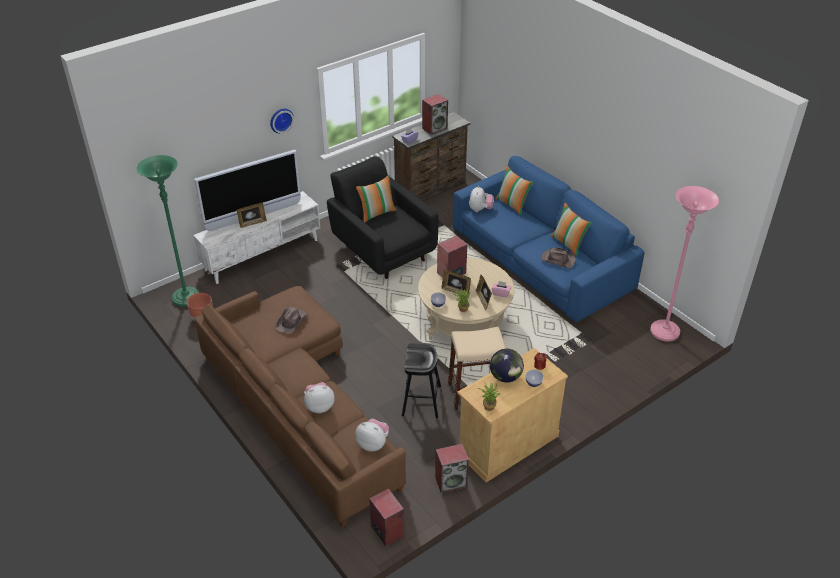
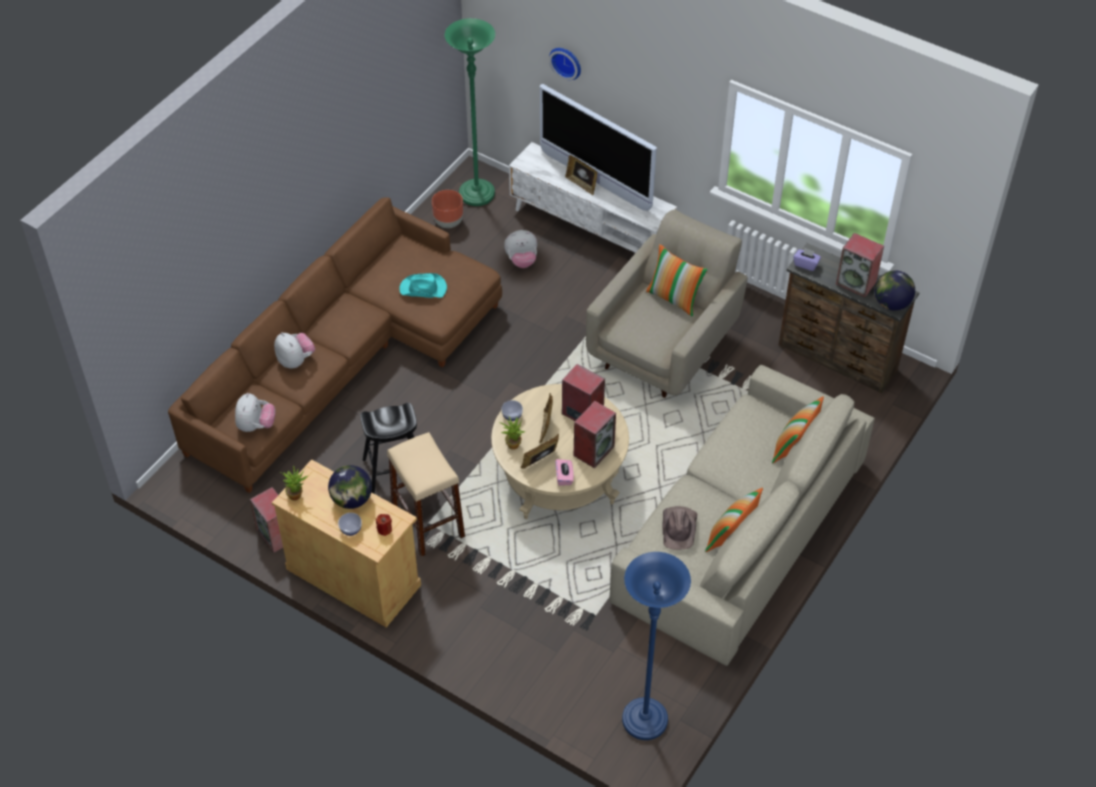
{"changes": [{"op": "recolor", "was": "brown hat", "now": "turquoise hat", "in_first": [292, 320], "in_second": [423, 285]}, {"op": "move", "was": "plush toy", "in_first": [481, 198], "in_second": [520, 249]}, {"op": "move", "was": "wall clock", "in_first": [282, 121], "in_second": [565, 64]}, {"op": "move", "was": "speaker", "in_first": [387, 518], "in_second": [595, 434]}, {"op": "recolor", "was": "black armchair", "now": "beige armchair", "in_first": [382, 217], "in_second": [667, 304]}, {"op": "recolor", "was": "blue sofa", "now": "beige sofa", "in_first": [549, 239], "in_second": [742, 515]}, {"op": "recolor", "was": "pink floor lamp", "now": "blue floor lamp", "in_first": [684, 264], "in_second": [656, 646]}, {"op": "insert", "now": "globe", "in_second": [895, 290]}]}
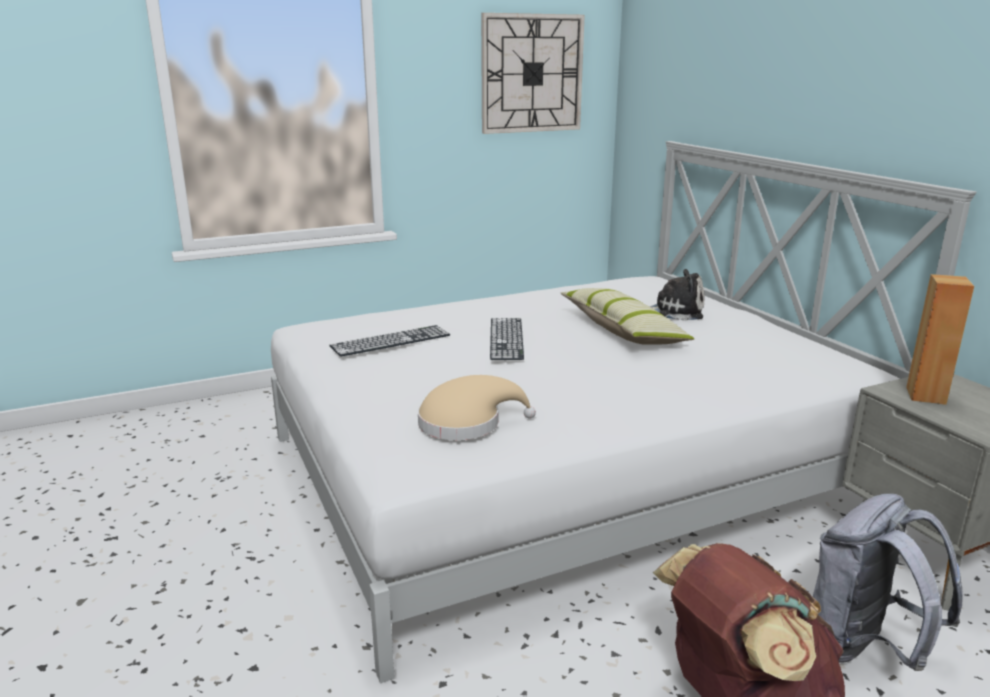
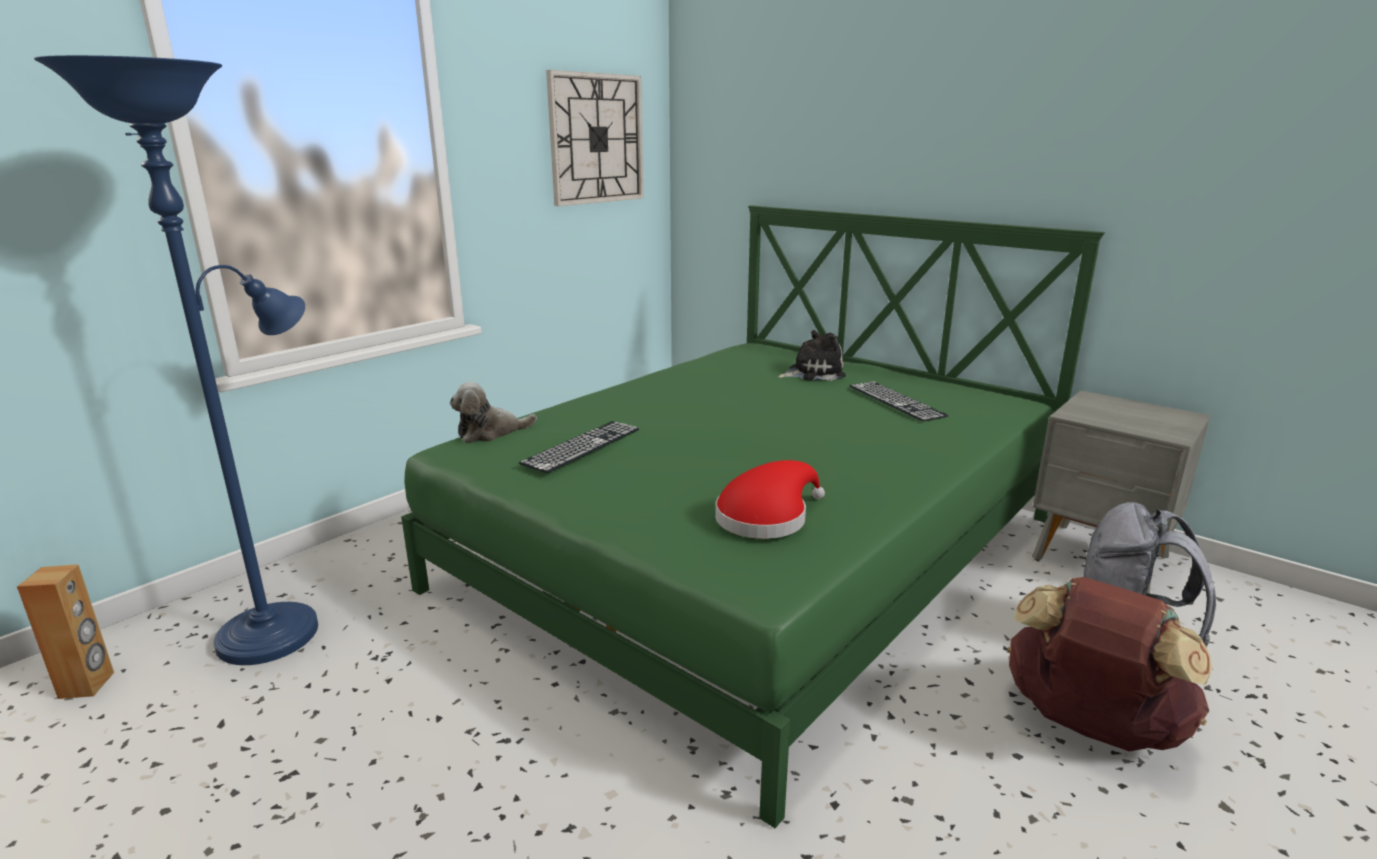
{"changes": [{"op": "move", "was": "brown speaker", "in_first": [940, 339], "in_second": [65, 631]}, {"op": "insert", "now": "blue floor lamp", "in_second": [176, 360]}, {"op": "recolor", "was": "white bed", "now": "green bed", "in_first": [624, 412], "in_second": [753, 516]}, {"op": "insert", "now": "plush toy", "in_second": [493, 412]}, {"op": "recolor", "was": "beige hat", "now": "red hat", "in_first": [477, 407], "in_second": [770, 499]}, {"op": "move", "was": "keyboard", "in_first": [507, 339], "in_second": [899, 401]}, {"op": "delete", "was": "pillow", "in_first": [627, 316]}]}
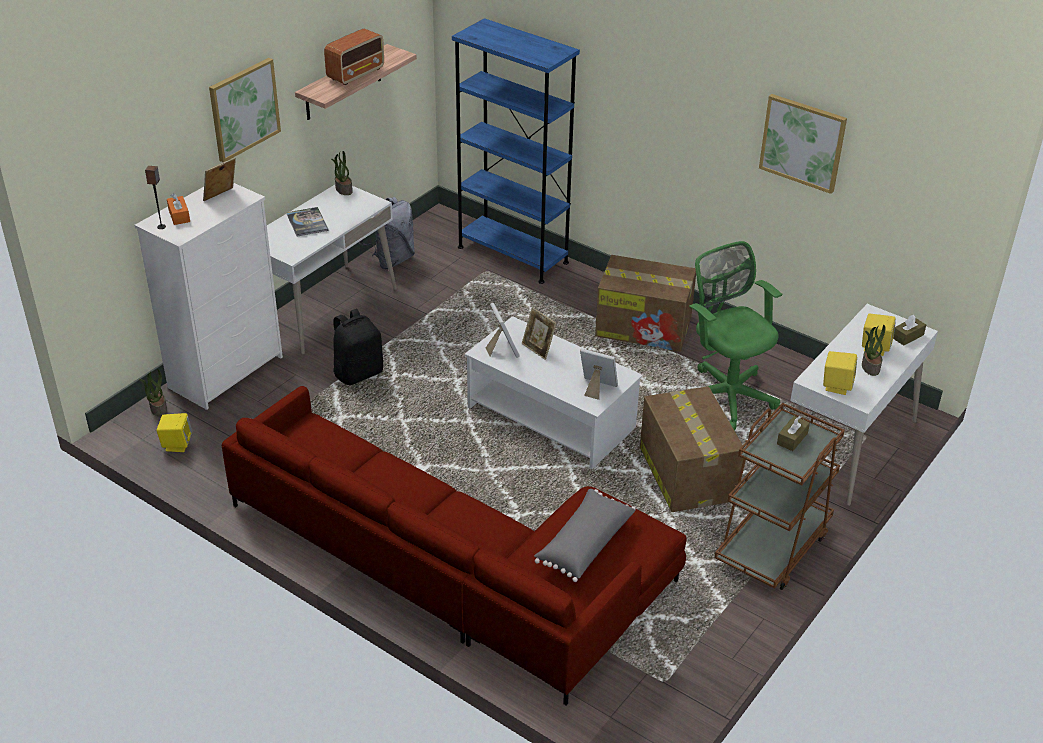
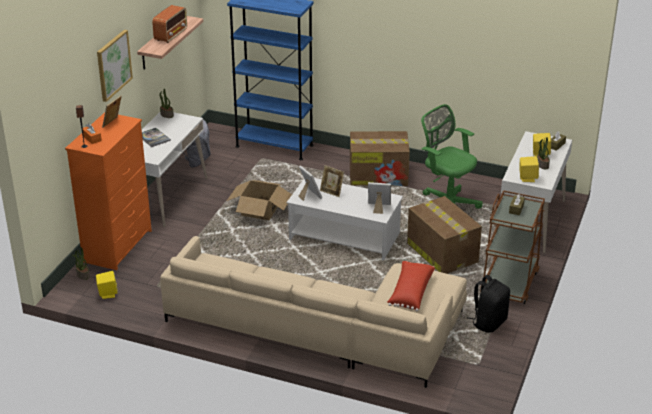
{"changes": [{"op": "recolor", "was": "white dresser", "now": "orange dresser", "in_first": [208, 296], "in_second": [108, 191]}, {"op": "recolor", "was": "red sofa", "now": "beige sofa", "in_first": [454, 546], "in_second": [313, 312]}, {"op": "insert", "now": "cardboard box", "in_second": [259, 200]}, {"op": "recolor", "was": "grey pillow", "now": "red pillow", "in_first": [585, 535], "in_second": [411, 286]}, {"op": "move", "was": "black backpack", "in_first": [358, 347], "in_second": [488, 304]}, {"op": "delete", "was": "picture", "in_first": [803, 144]}]}
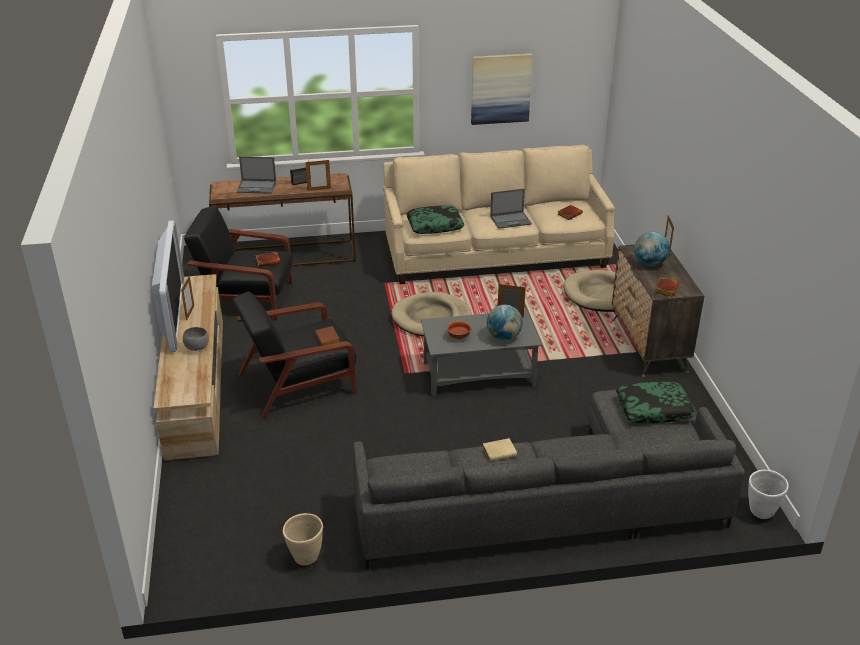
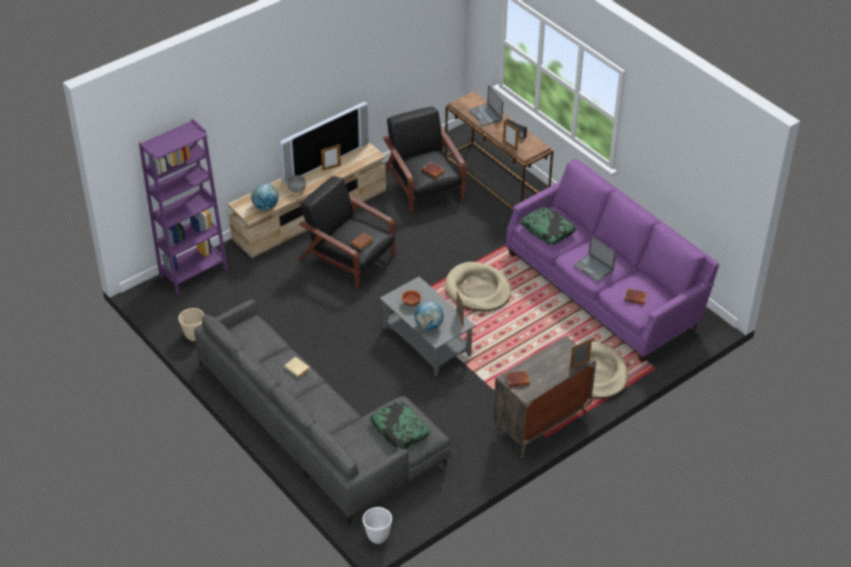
{"changes": [{"op": "insert", "now": "purple bookcase", "in_second": [183, 207]}, {"op": "move", "was": "globe", "in_first": [652, 248], "in_second": [264, 196]}, {"op": "recolor", "was": "beige sofa", "now": "purple sofa", "in_first": [499, 214], "in_second": [612, 260]}, {"op": "delete", "was": "picture", "in_first": [502, 89]}]}
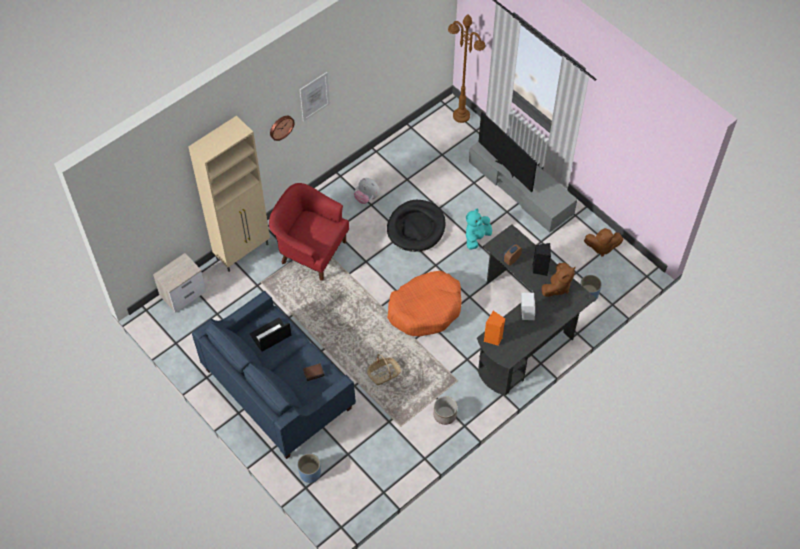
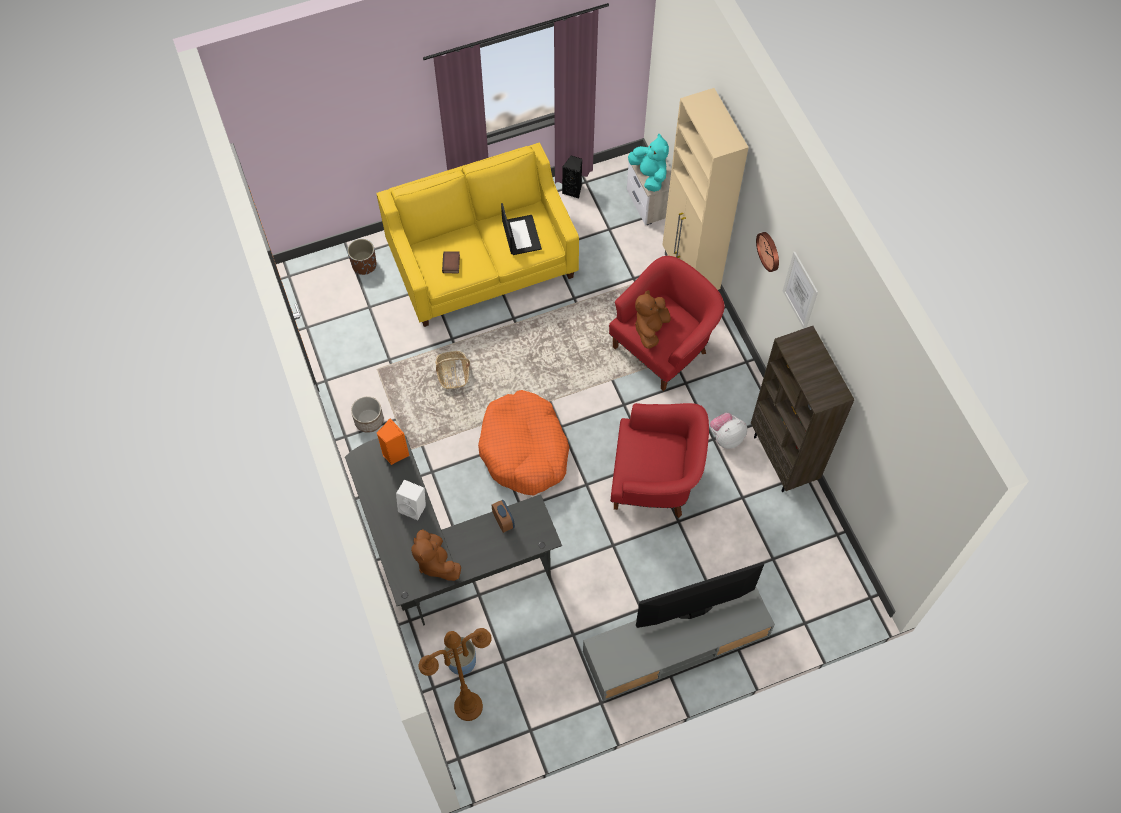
{"changes": [{"op": "recolor", "was": "blue planter", "now": "brown planter", "in_first": [309, 468], "in_second": [362, 257]}, {"op": "recolor", "was": "blue sofa", "now": "yellow sofa", "in_first": [274, 375], "in_second": [477, 235]}, {"op": "move", "was": "brown floor lamp", "in_first": [466, 68], "in_second": [455, 674]}, {"op": "move", "was": "black speaker", "in_first": [541, 259], "in_second": [572, 176]}, {"op": "replace", "was": "black dog bed", "now": "red armchair", "in_first": [416, 226], "in_second": [659, 460]}, {"op": "move", "was": "turquoise plush toy", "in_first": [479, 229], "in_second": [648, 163]}, {"op": "move", "was": "brown plush toy", "in_first": [603, 242], "in_second": [653, 319]}, {"op": "insert", "now": "brown bookcase", "in_second": [803, 409]}]}
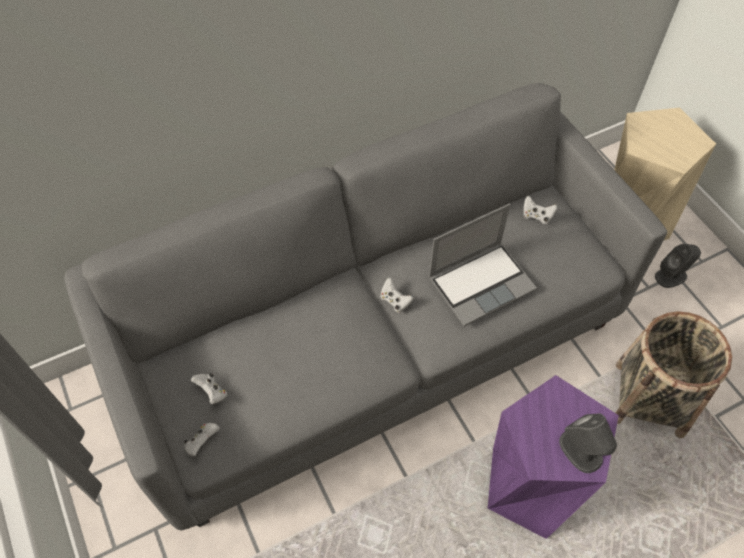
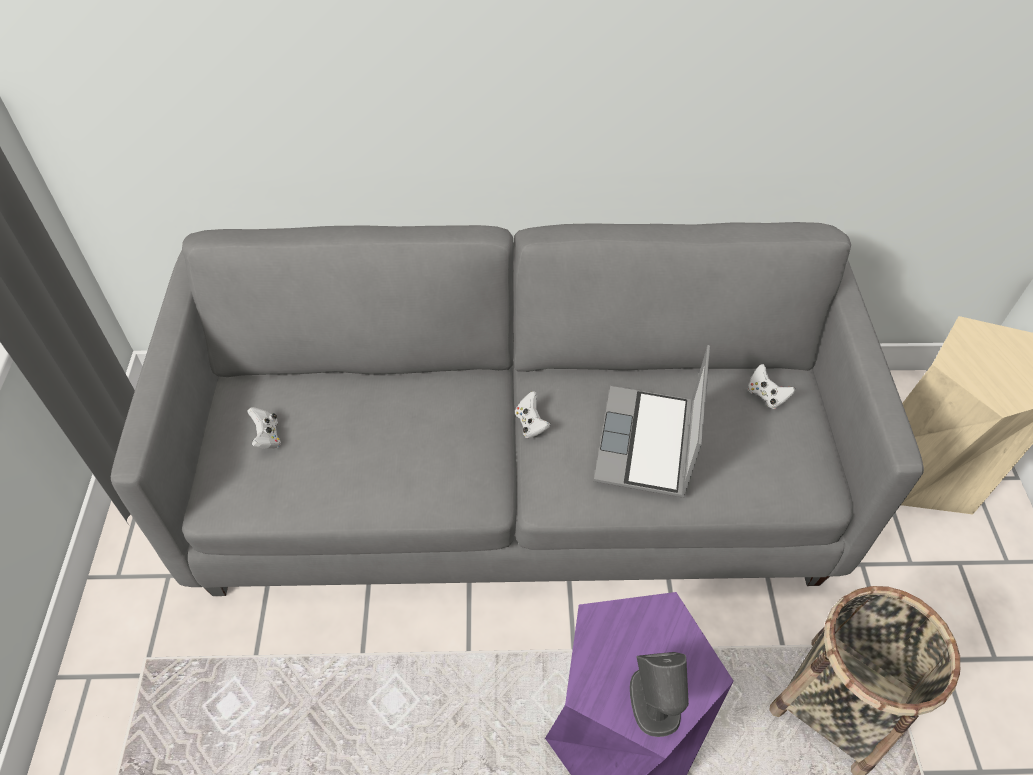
{"changes": [{"op": "rotate", "was": "laptop", "in_first": [482, 265], "in_second": [652, 421], "clockwise": 105}, {"op": "delete", "was": "white game controller", "in_first": [201, 440]}, {"op": "delete", "was": "grey speaker", "in_first": [678, 266]}]}
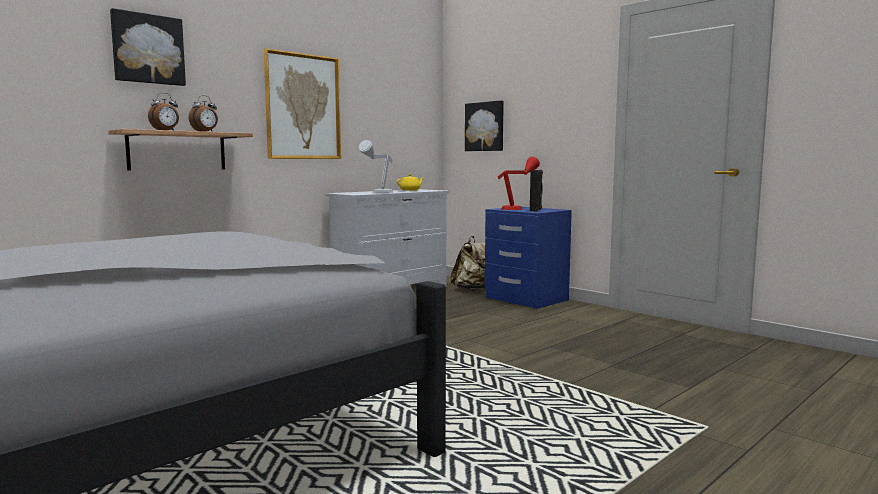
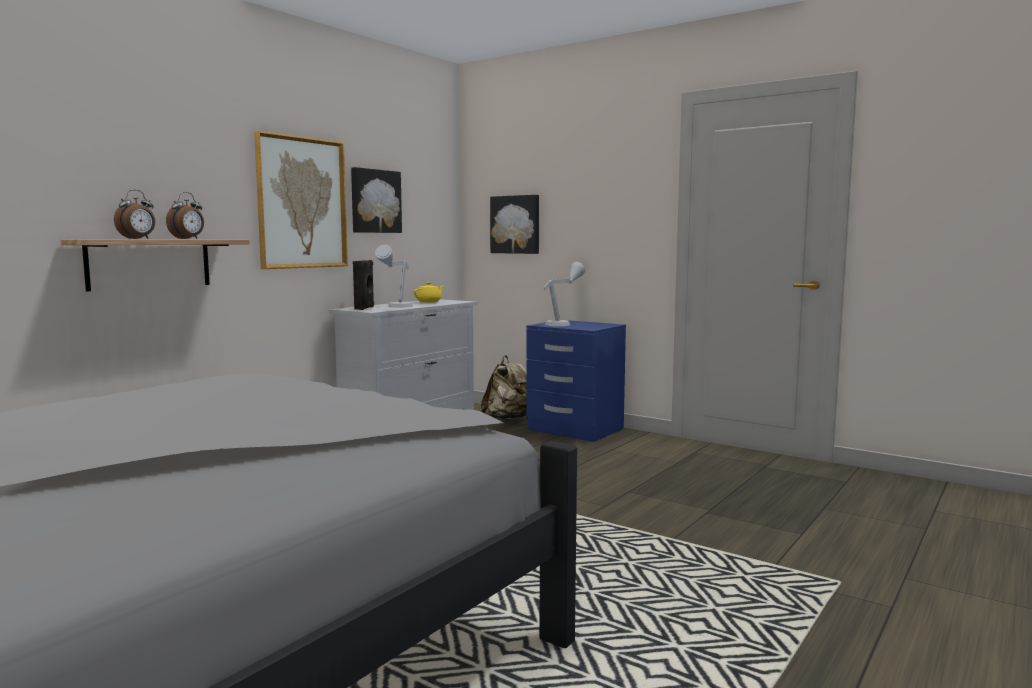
{"changes": [{"op": "move", "was": "picture", "in_first": [148, 47], "in_second": [376, 200]}, {"op": "move", "was": "black speaker", "in_first": [536, 191], "in_second": [363, 285]}, {"op": "recolor", "was": "red table lamp", "now": "grey table lamp", "in_first": [519, 183], "in_second": [564, 294]}]}
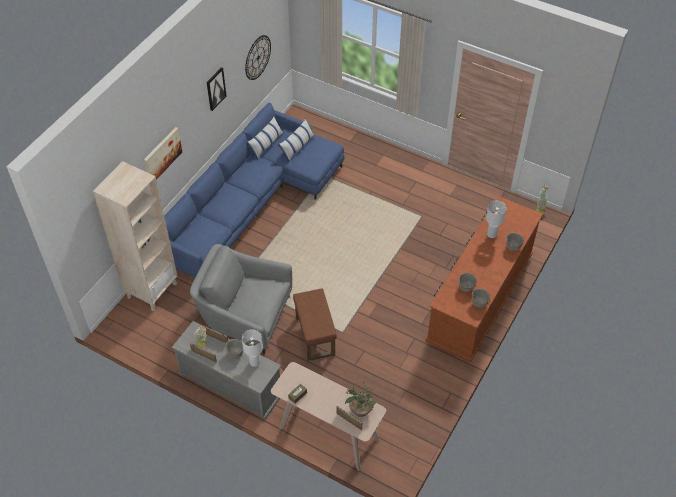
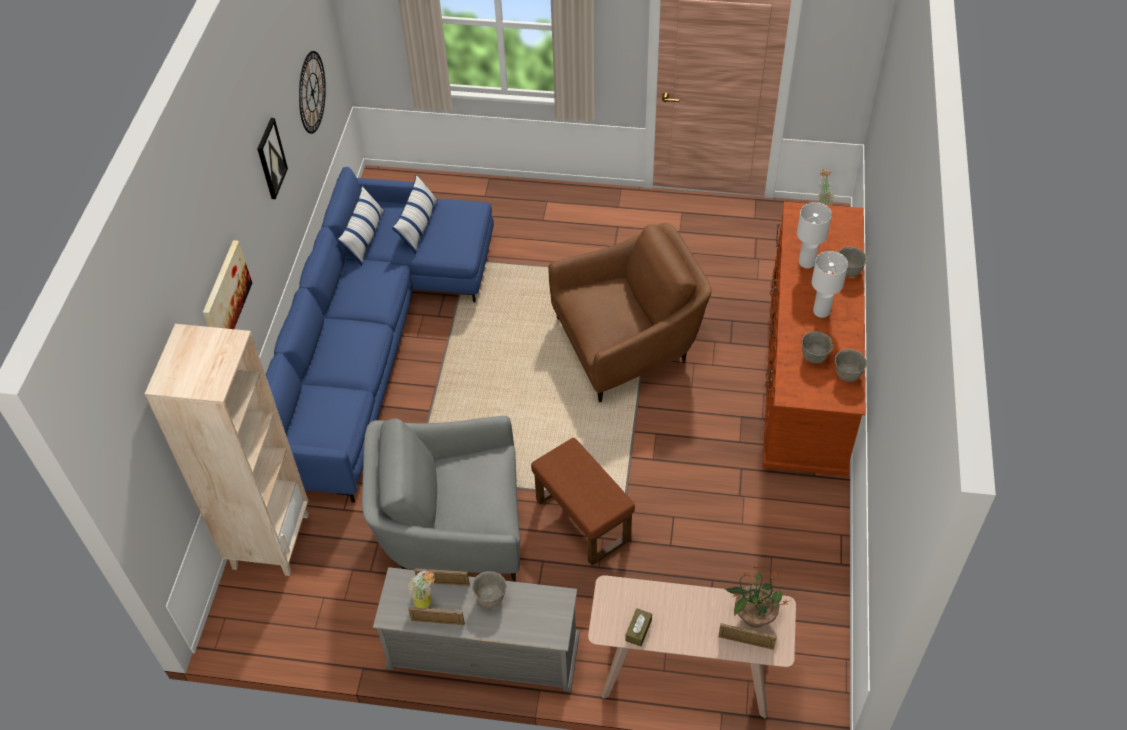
{"changes": [{"op": "insert", "now": "brown armchair", "in_second": [630, 313]}, {"op": "move", "was": "white table lamp", "in_first": [252, 348], "in_second": [830, 284]}]}
